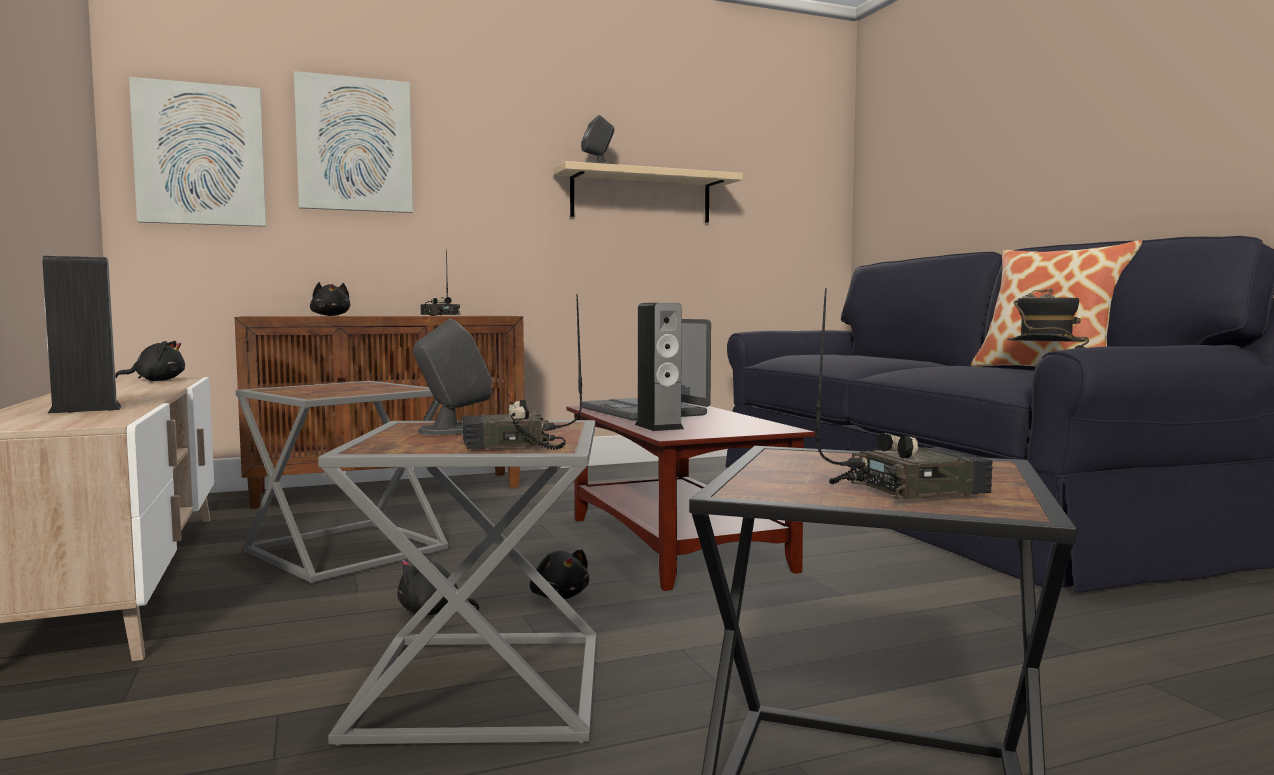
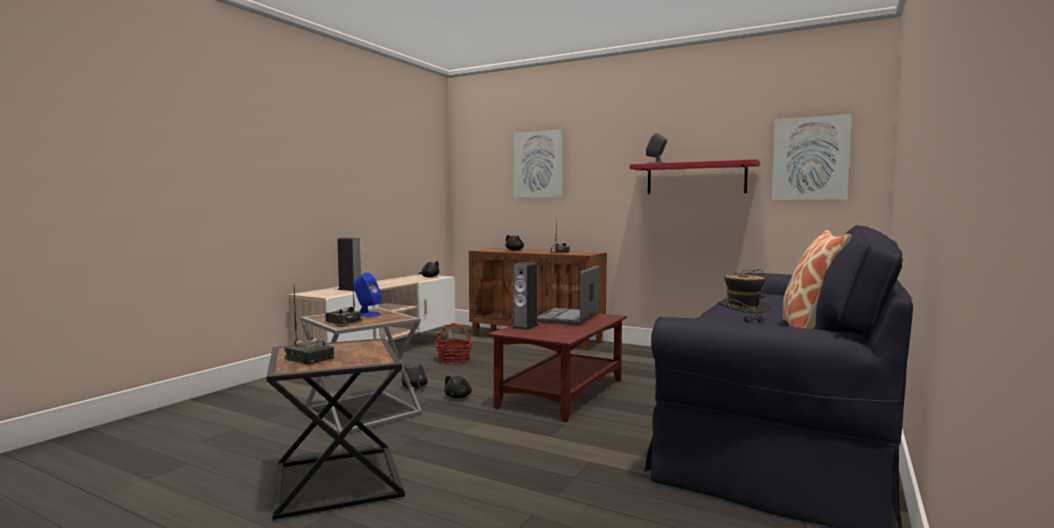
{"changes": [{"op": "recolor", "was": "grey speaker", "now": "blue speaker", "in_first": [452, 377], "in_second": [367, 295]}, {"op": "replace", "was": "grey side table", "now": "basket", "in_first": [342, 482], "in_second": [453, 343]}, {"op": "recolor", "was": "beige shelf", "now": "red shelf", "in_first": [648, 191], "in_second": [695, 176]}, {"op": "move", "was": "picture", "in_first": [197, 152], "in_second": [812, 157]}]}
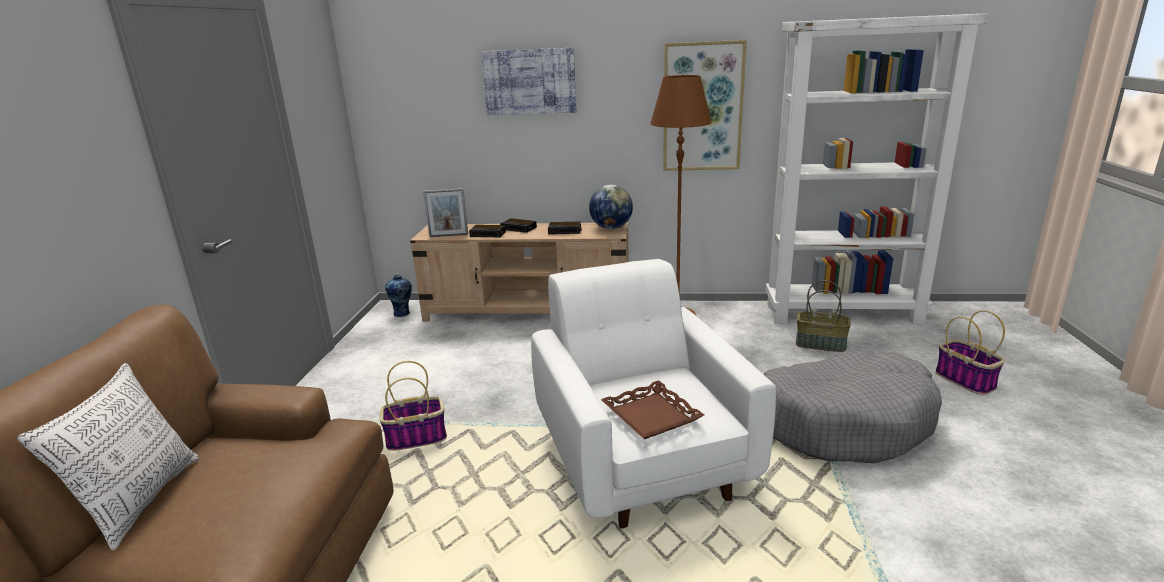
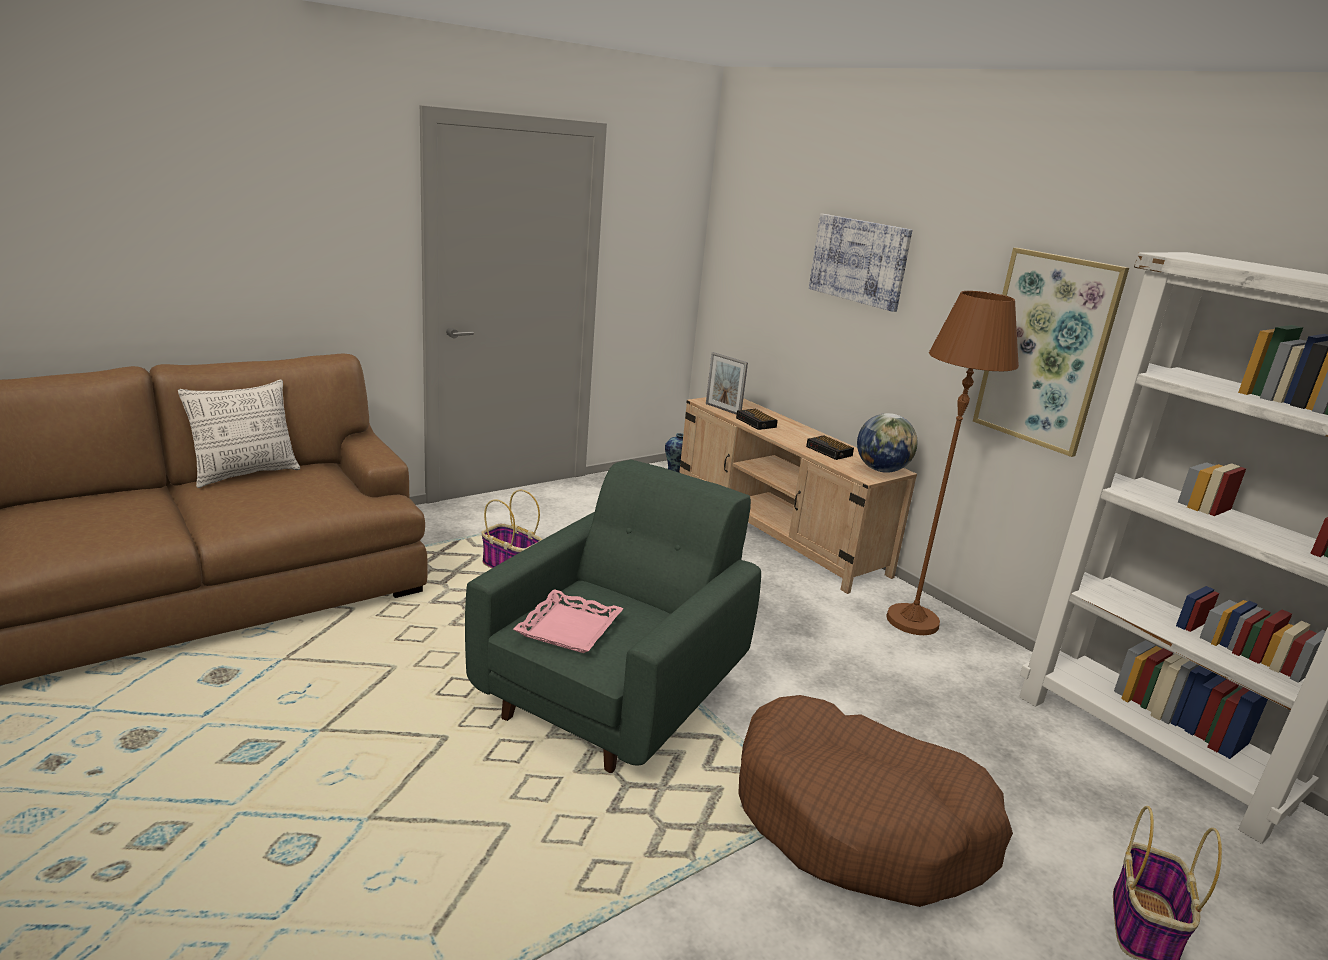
{"changes": [{"op": "recolor", "was": "white armchair", "now": "green armchair", "in_first": [653, 394], "in_second": [613, 616]}, {"op": "recolor", "was": "brown tray", "now": "pink tray", "in_first": [652, 409], "in_second": [568, 621]}, {"op": "recolor", "was": "grey dog bed", "now": "brown dog bed", "in_first": [853, 407], "in_second": [875, 801]}, {"op": "delete", "was": "alarm clock", "in_first": [518, 225]}, {"op": "delete", "was": "basket", "in_first": [823, 316]}]}
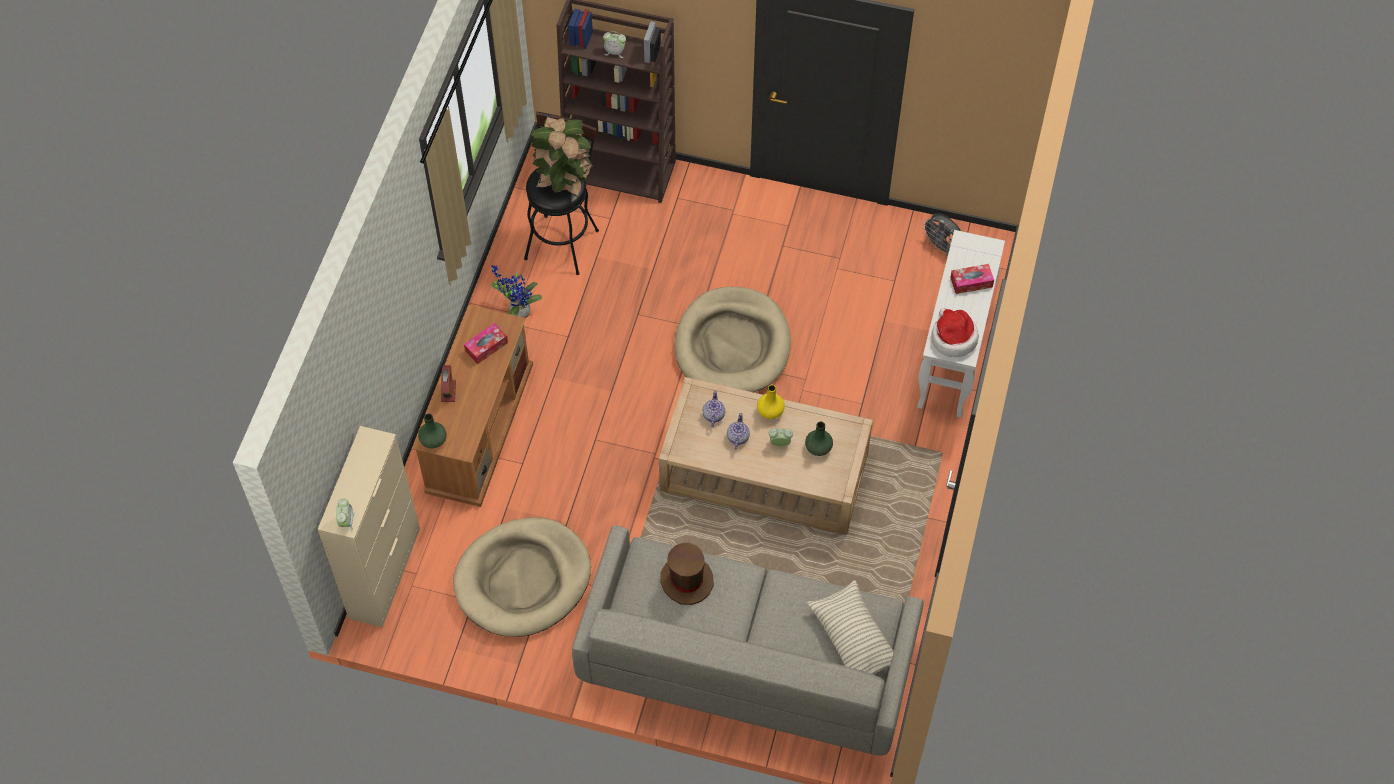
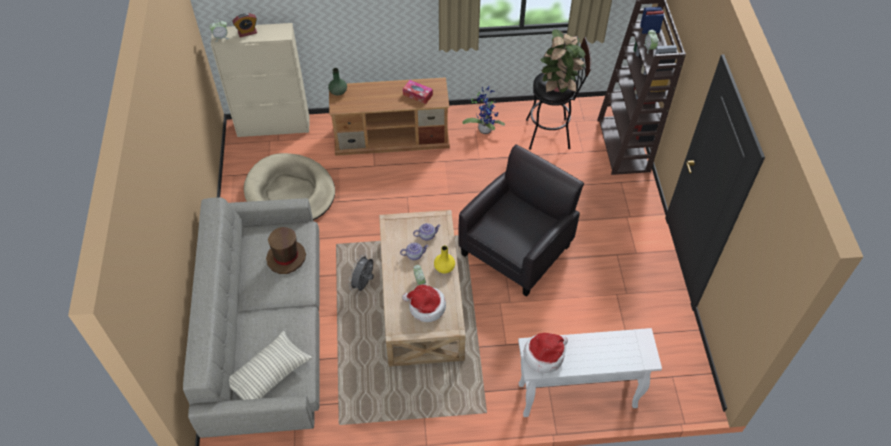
{"changes": [{"op": "move", "was": "alarm clock", "in_first": [448, 383], "in_second": [244, 25]}, {"op": "move", "was": "grey fan", "in_first": [941, 235], "in_second": [361, 272]}, {"op": "replace", "was": "green vase", "now": "hat", "in_first": [819, 438], "in_second": [424, 303]}, {"op": "replace", "was": "beige dog bed", "now": "black armchair", "in_first": [733, 340], "in_second": [521, 220]}, {"op": "delete", "was": "tissue box", "in_first": [972, 279]}]}
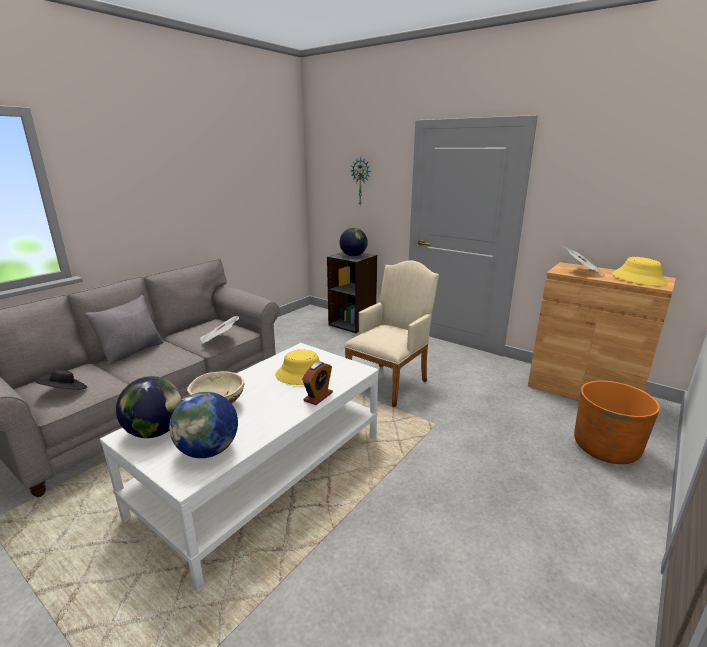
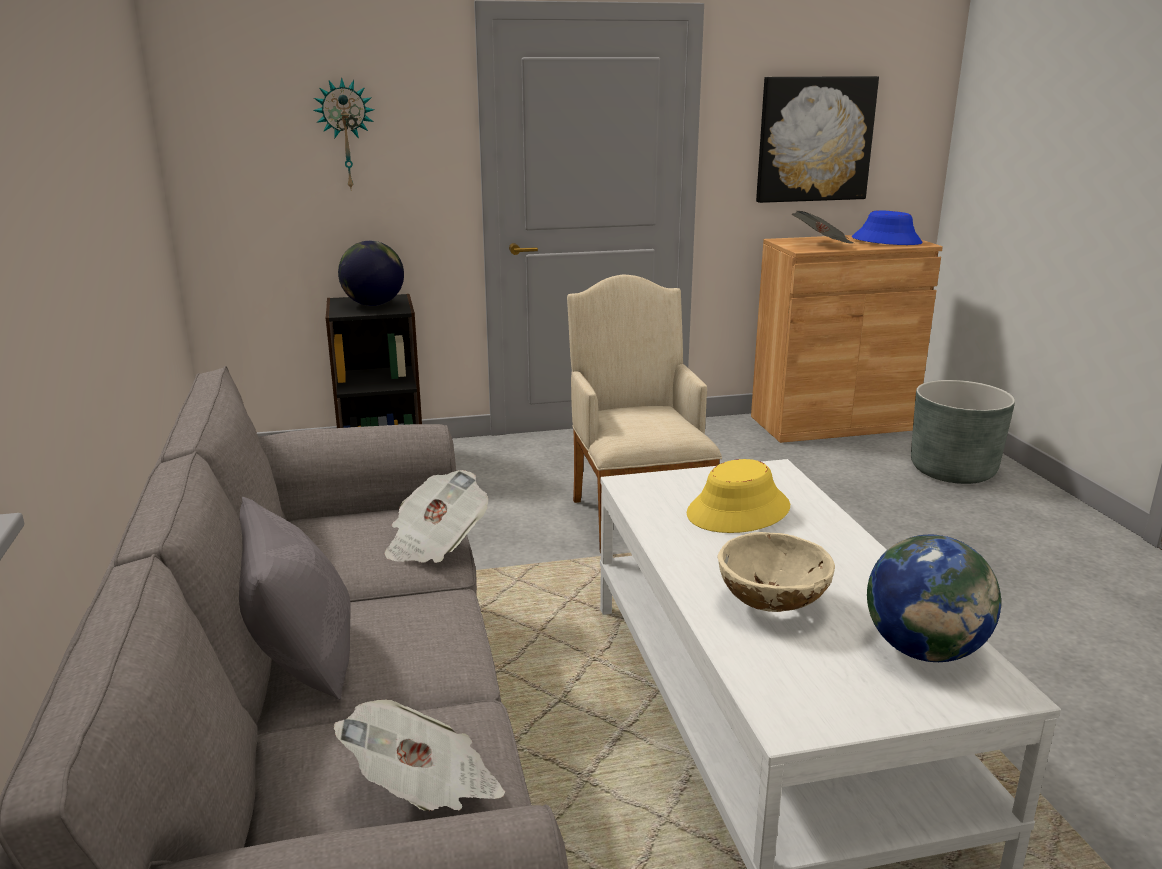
{"changes": [{"op": "replace", "was": "black hat", "now": "newspaper", "in_first": [61, 380], "in_second": [419, 755]}, {"op": "insert", "now": "picture", "in_second": [817, 139]}, {"op": "recolor", "was": "yellow hat", "now": "blue hat", "in_first": [640, 271], "in_second": [887, 227]}, {"op": "recolor", "was": "orange planter", "now": "grey planter", "in_first": [617, 422], "in_second": [963, 432]}, {"op": "delete", "was": "globe", "in_first": [149, 407]}, {"op": "delete", "was": "alarm clock", "in_first": [317, 383]}]}
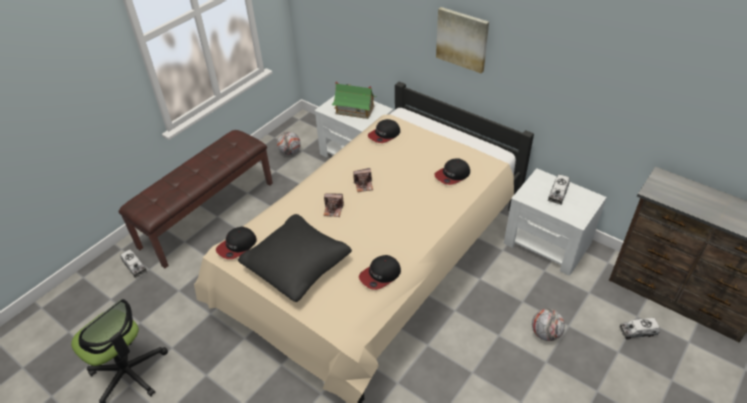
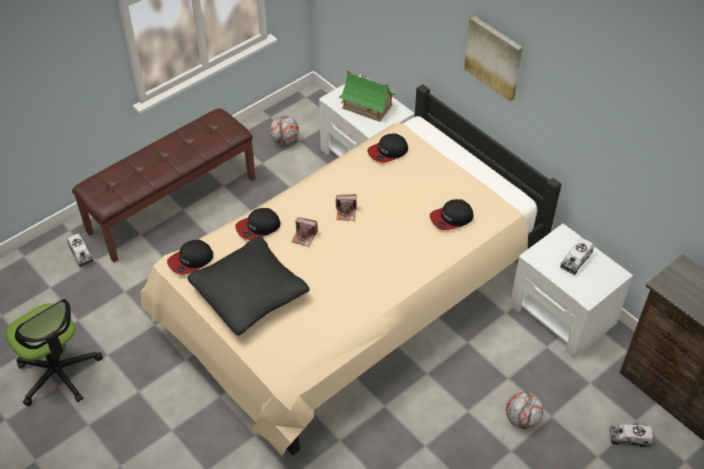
{"changes": [{"op": "move", "was": "cap", "in_first": [380, 272], "in_second": [258, 224]}]}
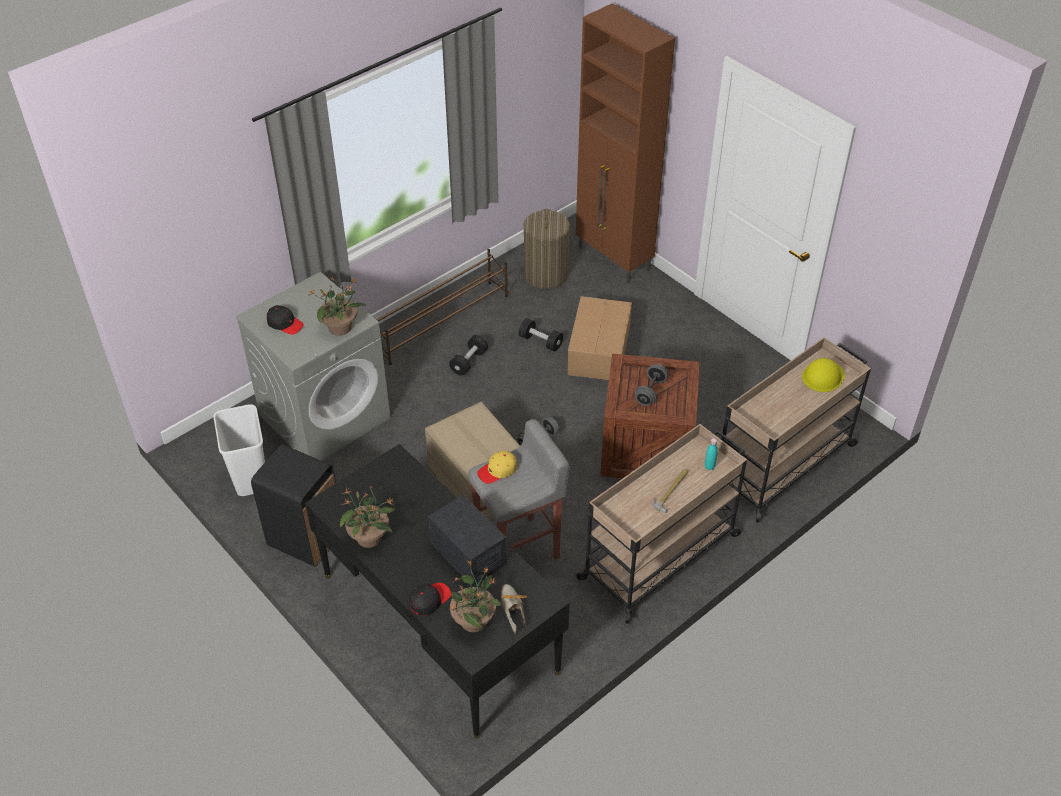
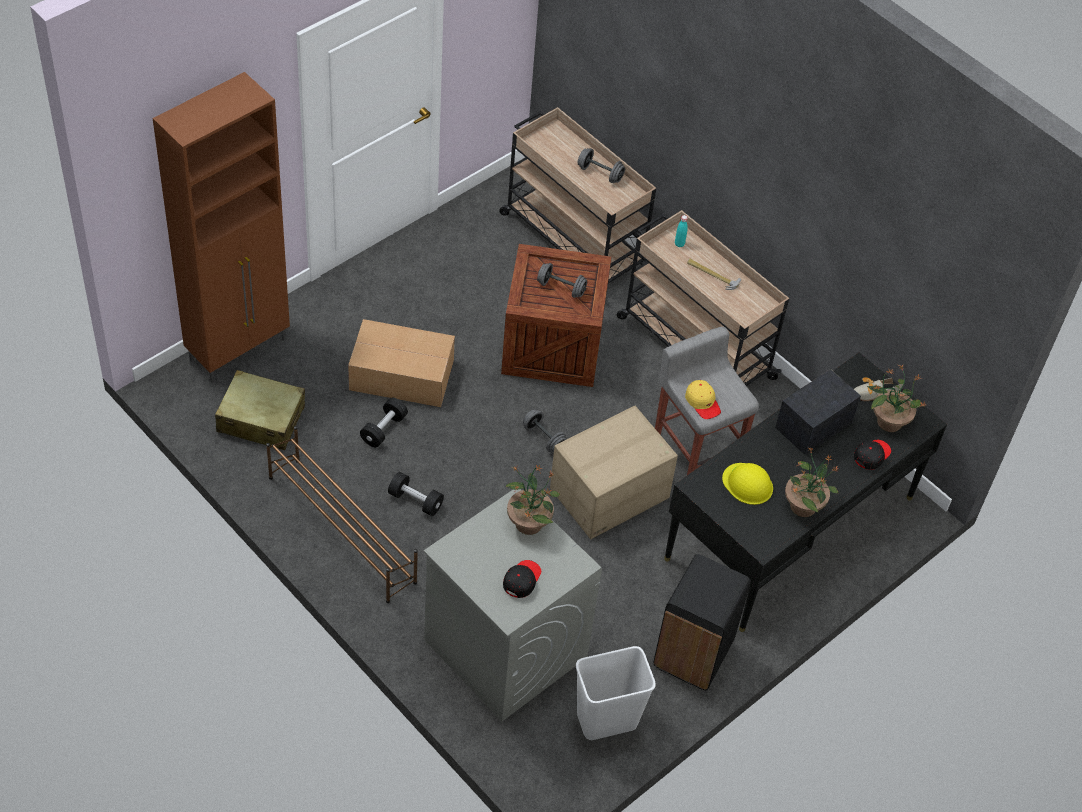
{"changes": [{"op": "replace", "was": "laundry basket", "now": "beige suitcase", "in_first": [546, 249], "in_second": [260, 410]}, {"op": "insert", "now": "grey dumbbell", "in_second": [601, 165]}, {"op": "move", "was": "yellow hard hat", "in_first": [823, 375], "in_second": [747, 484]}, {"op": "rotate", "was": "black cap", "in_first": [430, 599], "in_second": [872, 455], "clockwise": 90}]}
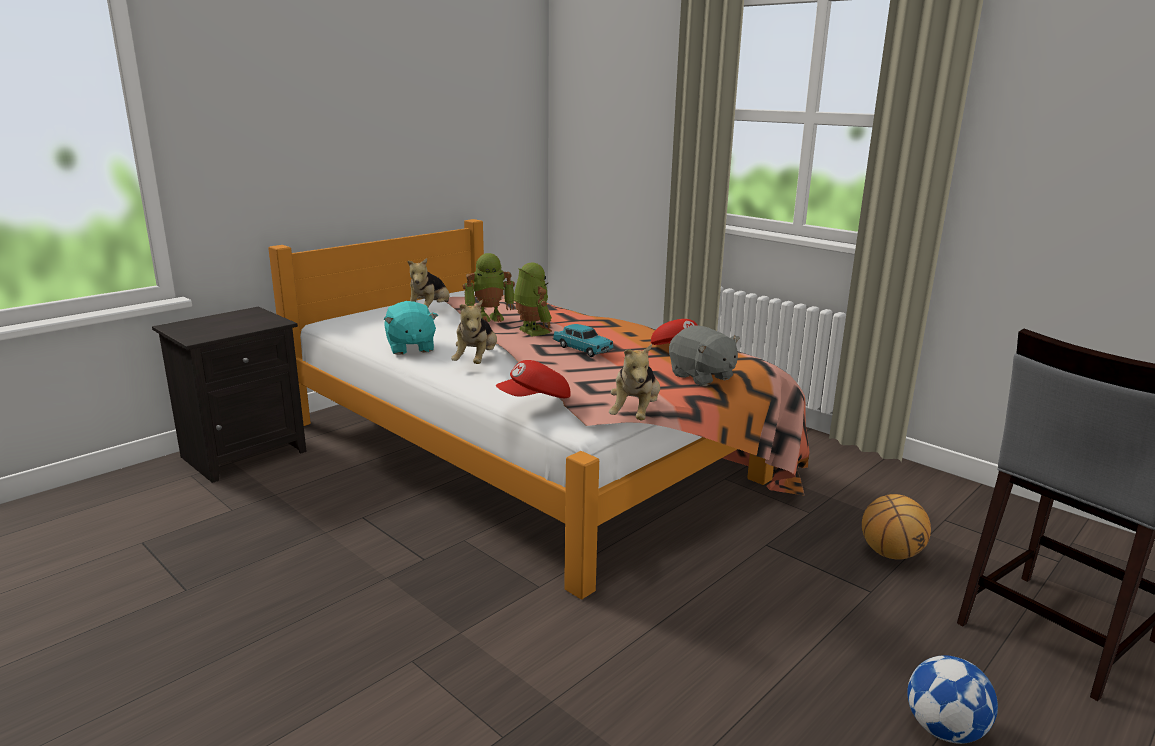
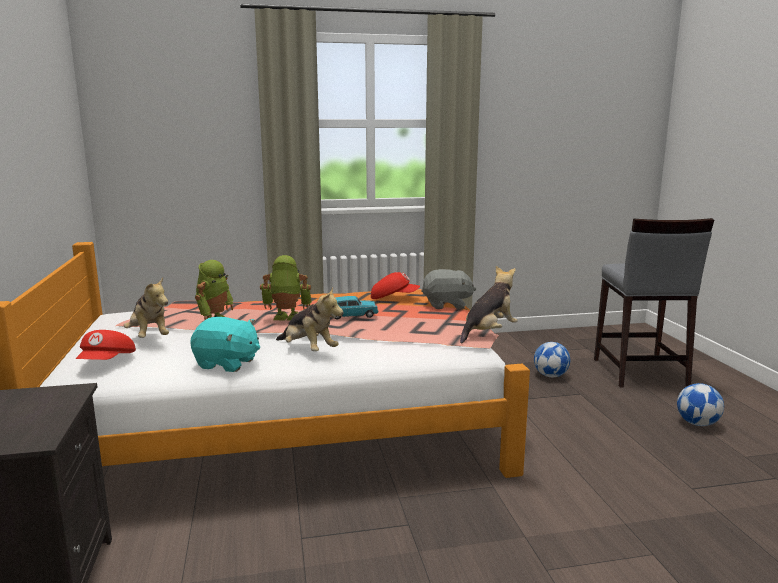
{"changes": [{"op": "move", "was": "red cap", "in_first": [533, 379], "in_second": [106, 345]}, {"op": "rotate", "was": "plush toy", "in_first": [634, 382], "in_second": [489, 305], "clockwise": -90}, {"op": "replace", "was": "basketball", "now": "football", "in_first": [896, 527], "in_second": [552, 359]}]}
